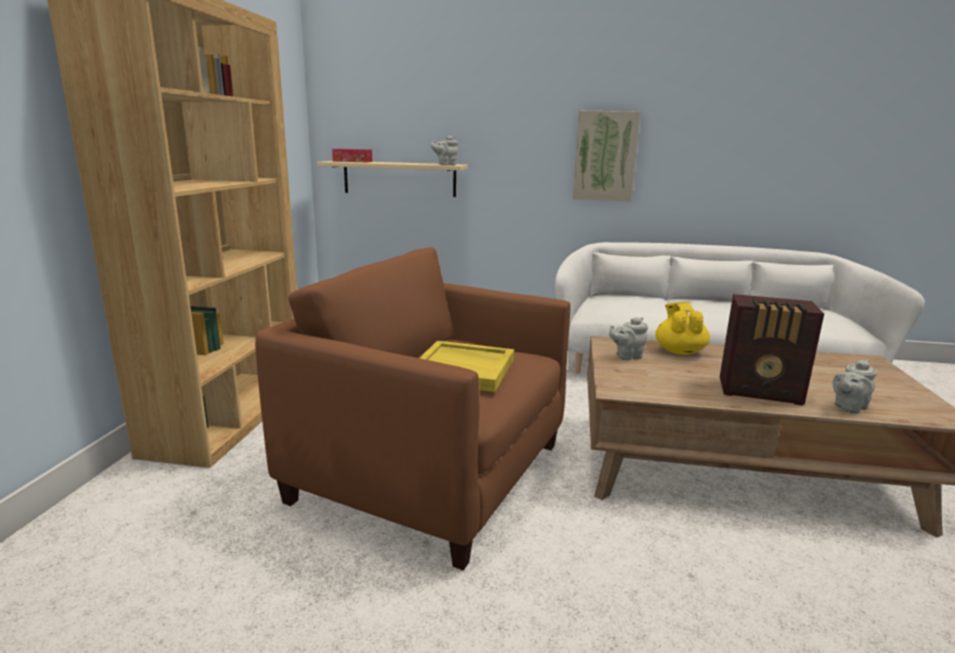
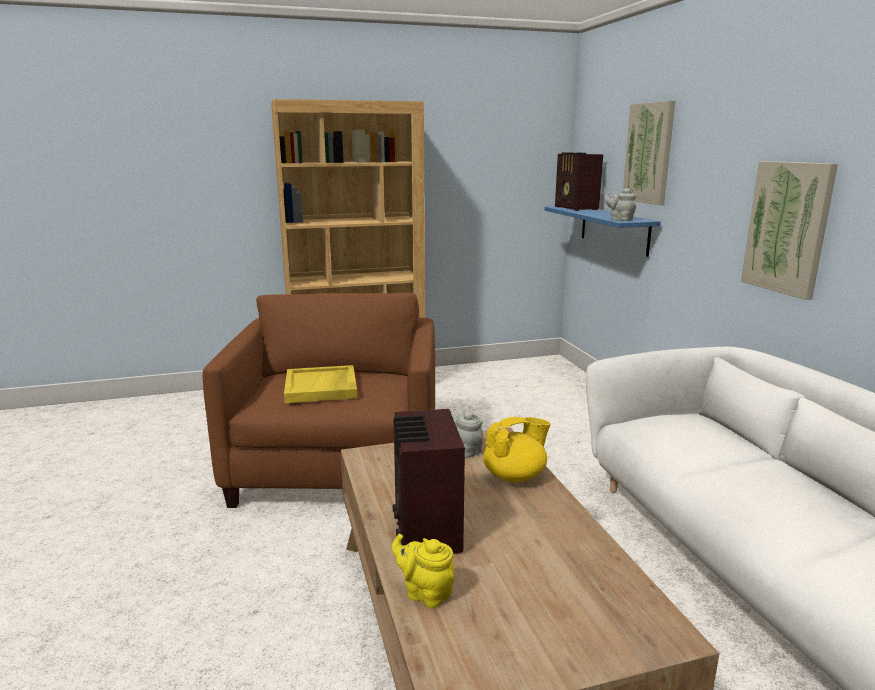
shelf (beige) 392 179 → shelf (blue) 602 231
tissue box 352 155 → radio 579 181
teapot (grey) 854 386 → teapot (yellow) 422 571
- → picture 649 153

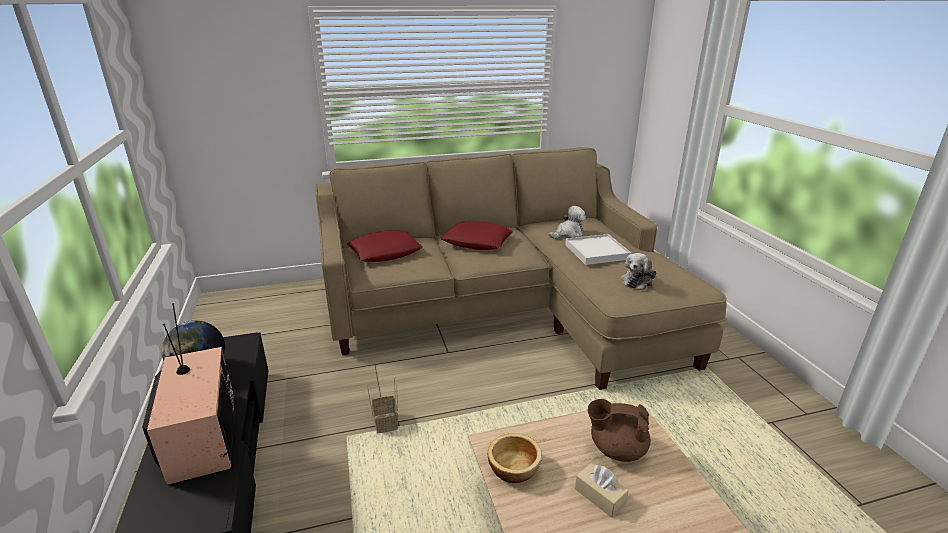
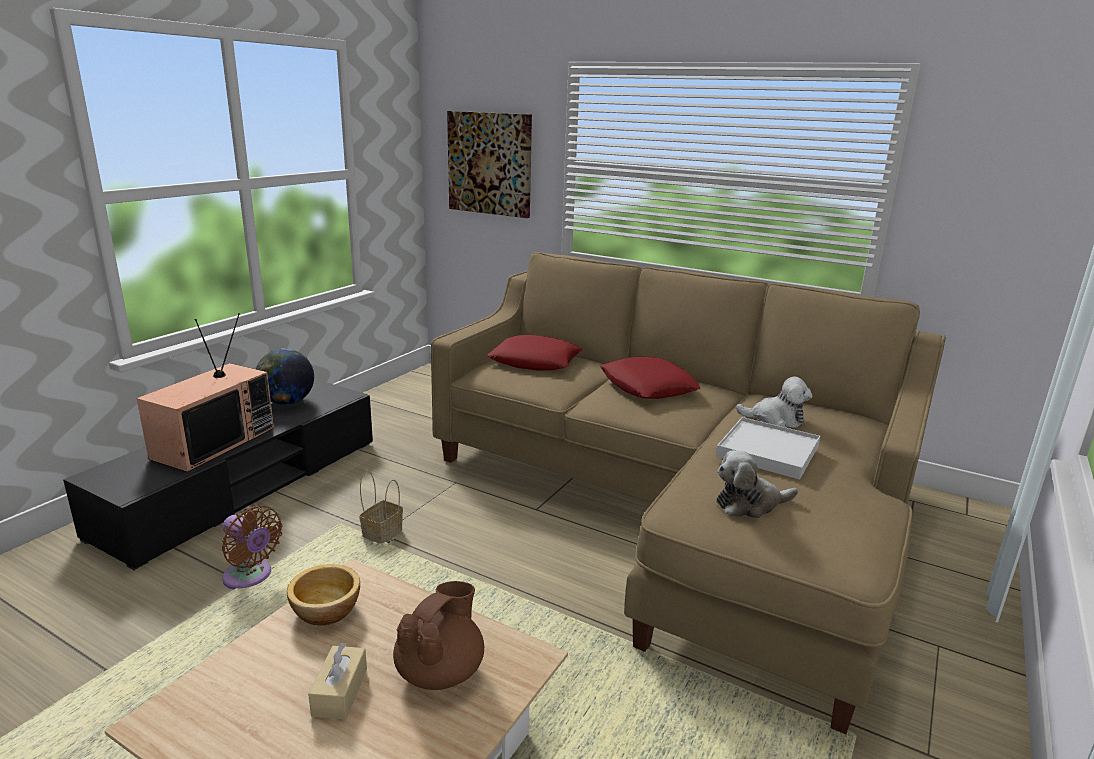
teapot (brown) 619 430 → teapot (brown) 438 635, 60 degrees clockwise
- → fan (brown) 252 547
- → picture 489 164

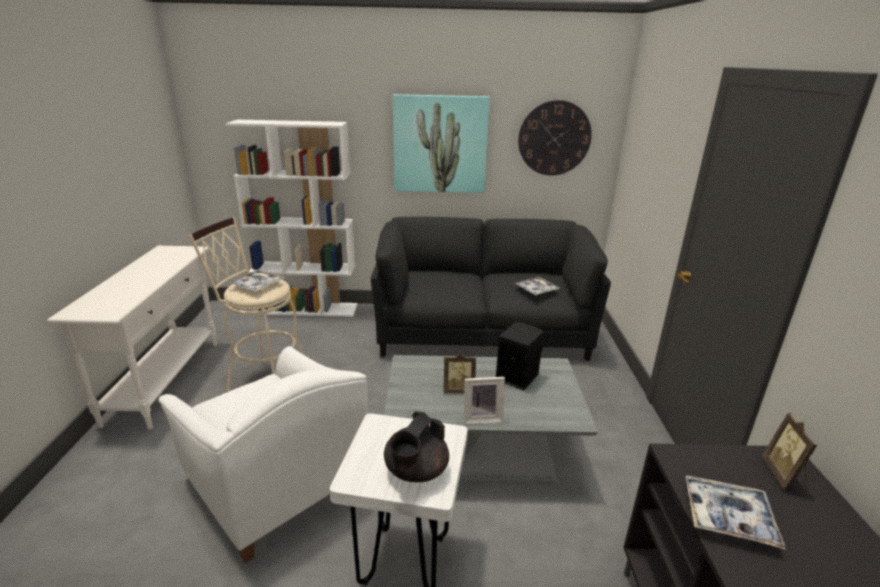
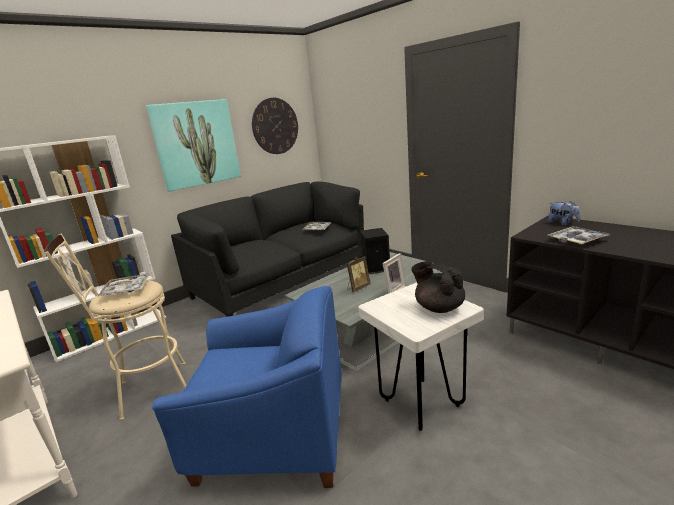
armchair (white) 263 454 → armchair (blue) 246 387
teapot (black) 416 446 → teapot (black) 438 287, 150 degrees clockwise
picture frame 789 451 → plush toy 564 213

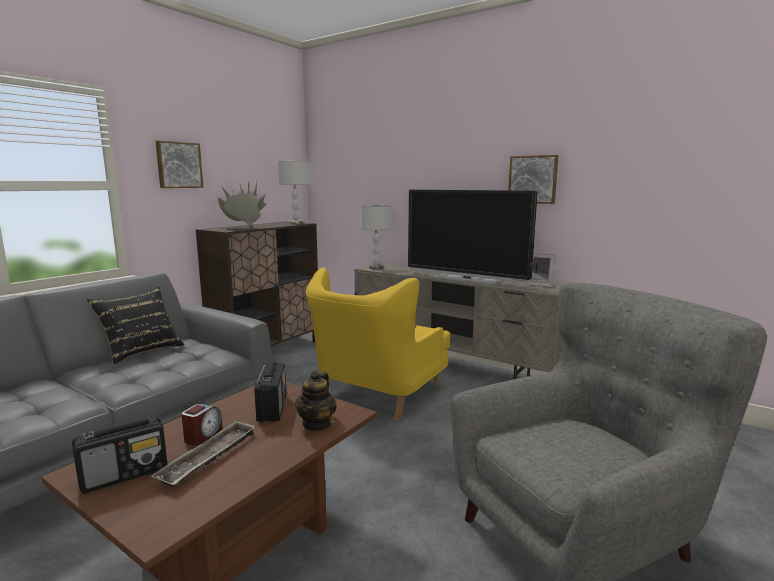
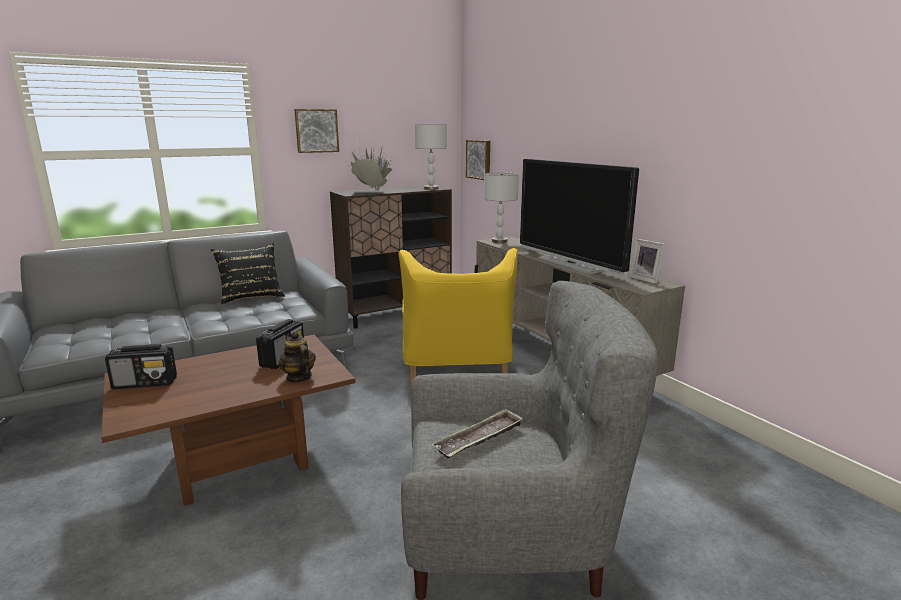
tray 203 454 → tray 477 433, moved
alarm clock 202 424 → -
teapot 316 401 → teapot 297 357, 105 degrees clockwise
armchair (yellow) 378 345 → armchair (yellow) 458 319, 60 degrees counterclockwise
picture 533 179 → picture 478 160, moved

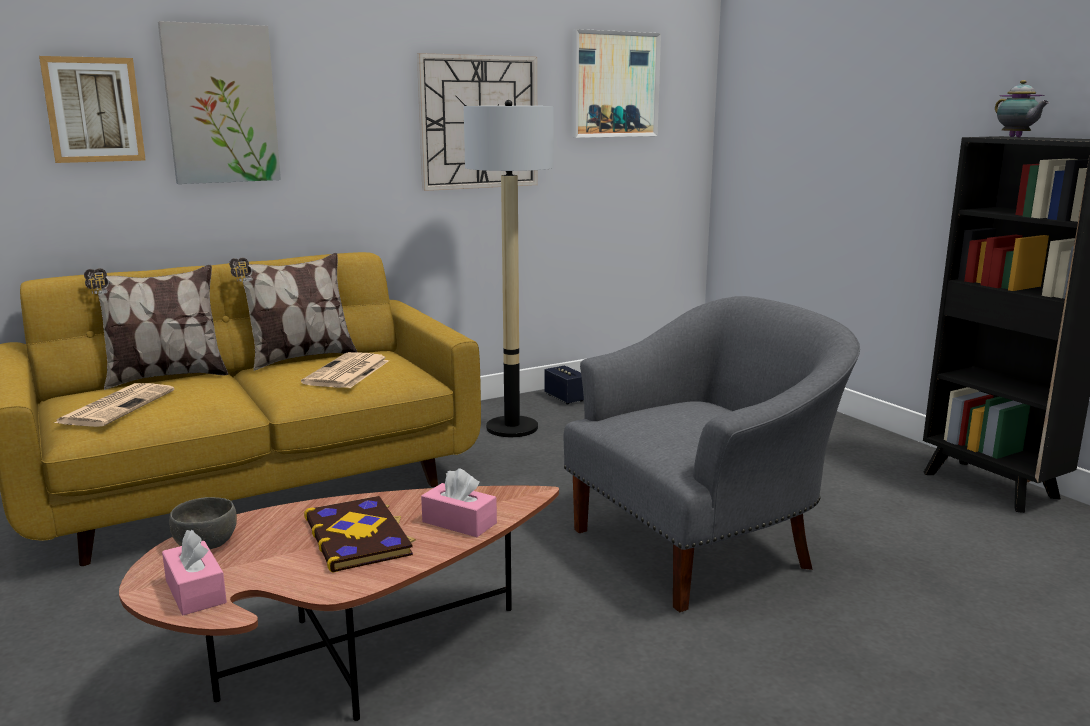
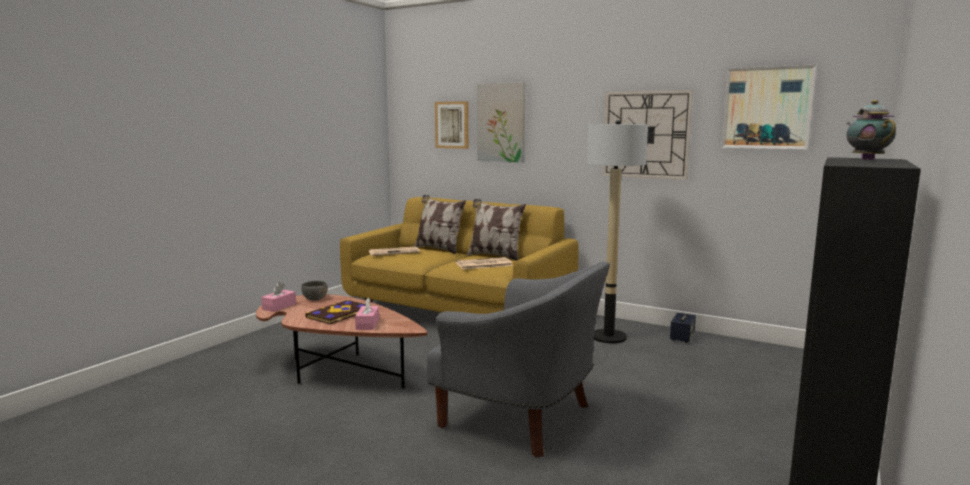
teapot 1022 108 → teapot 871 130, 135 degrees clockwise

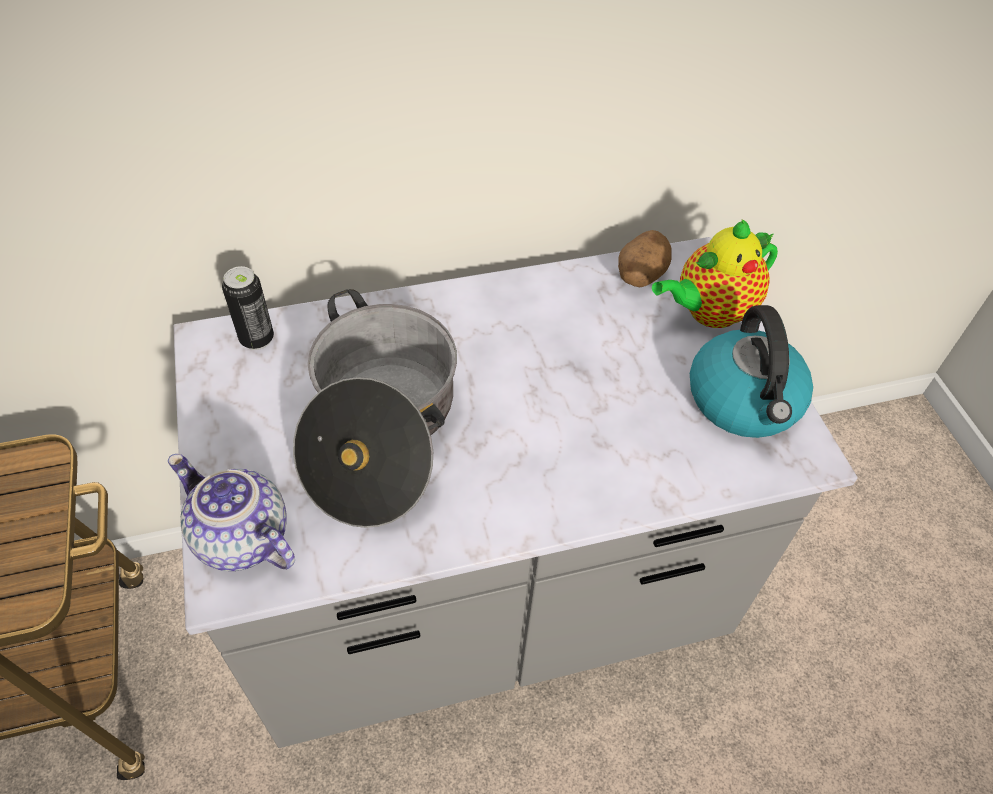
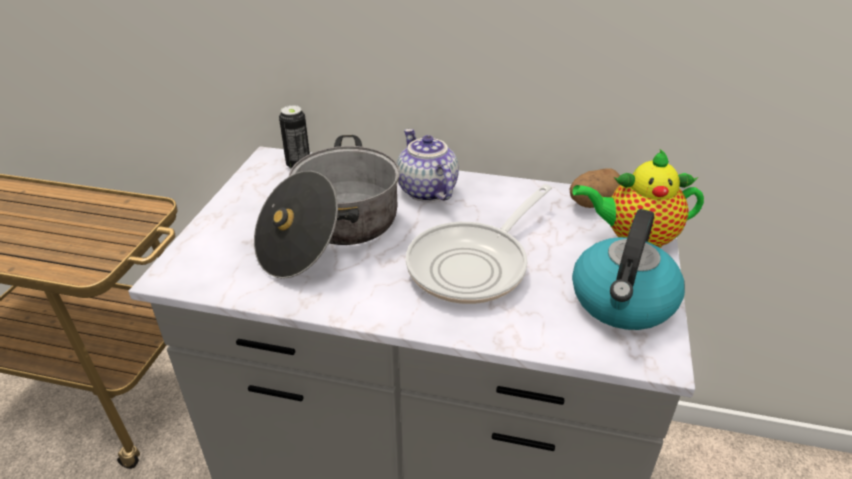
teapot 231 512 → teapot 428 165, moved
- → frying pan 479 244

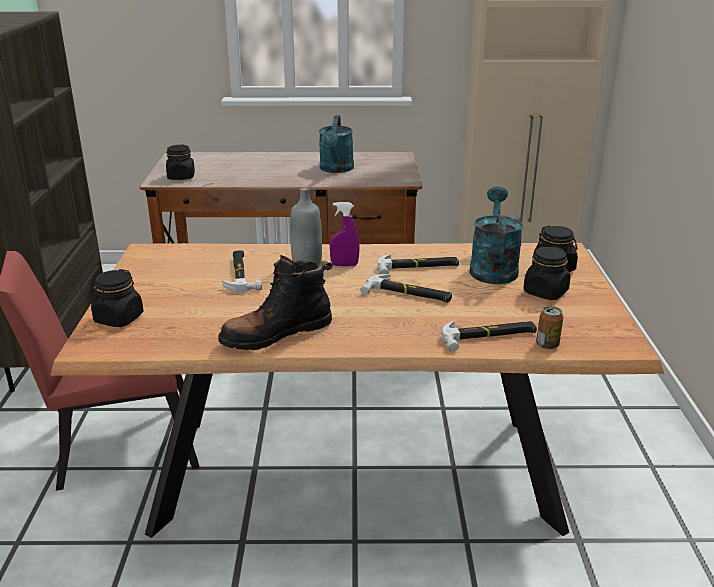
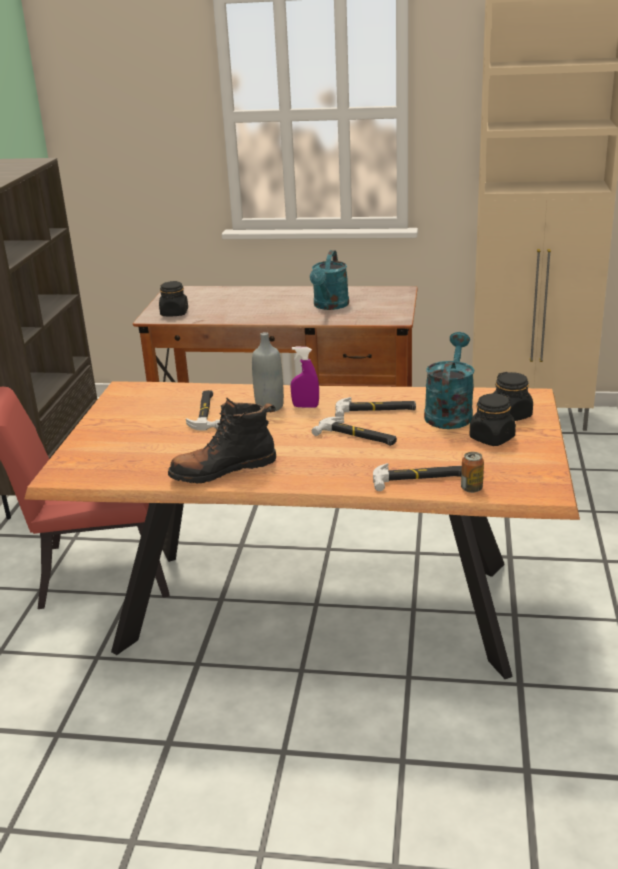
jar (black) 117 298 → -

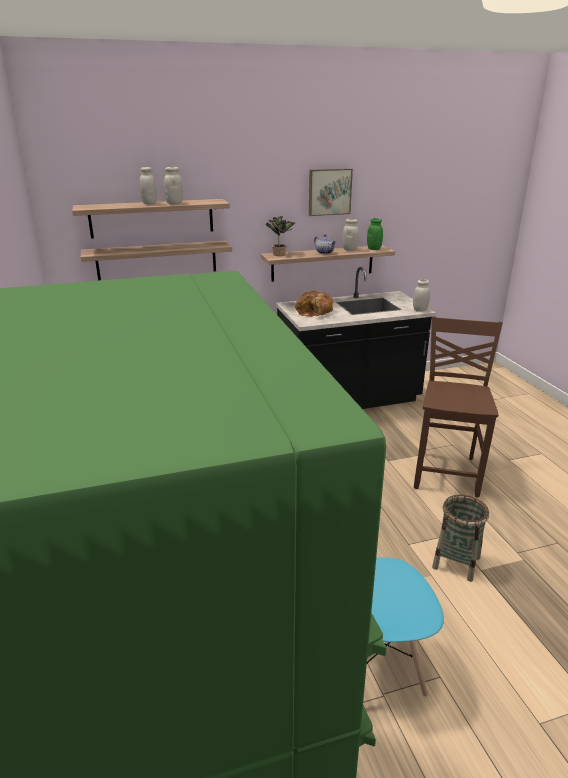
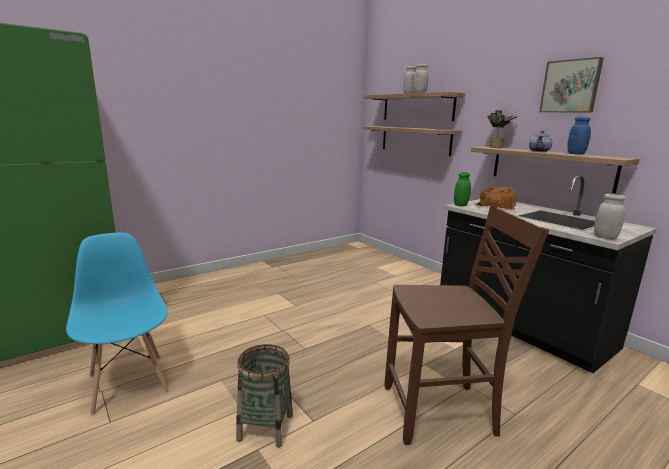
jar (white) 350 235 → jar (blue) 579 136
jar (green) 375 234 → jar (green) 462 189, moved

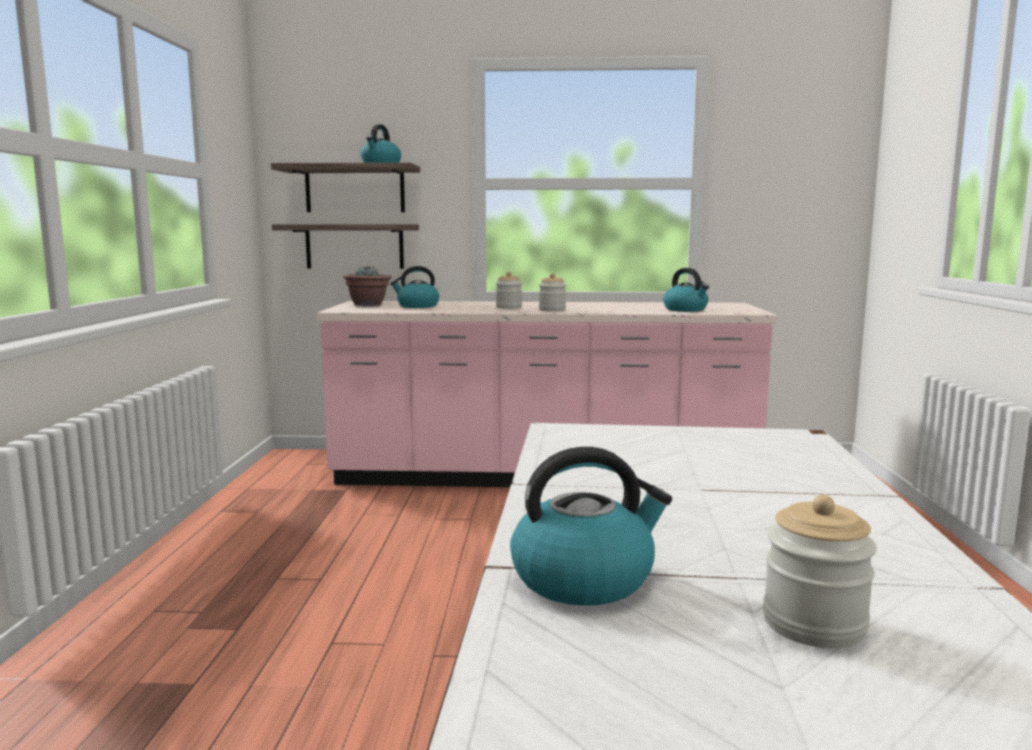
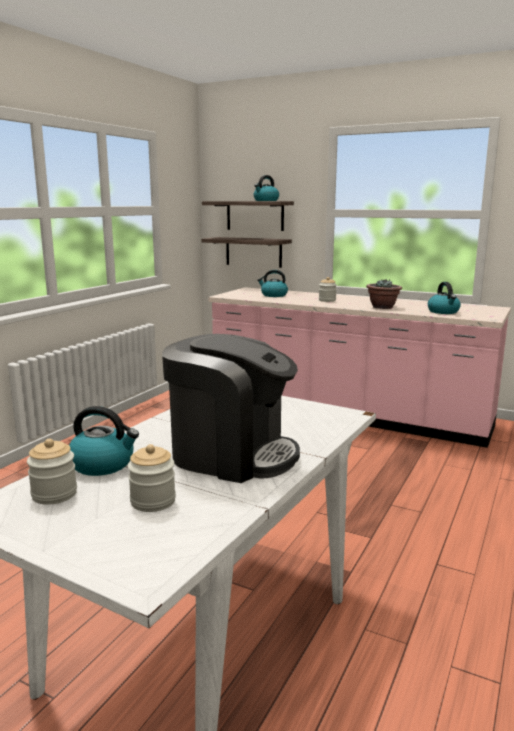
potted plant 367 286 → potted plant 384 294, moved
jar 552 292 → jar 52 472, moved
- → coffee machine 231 408

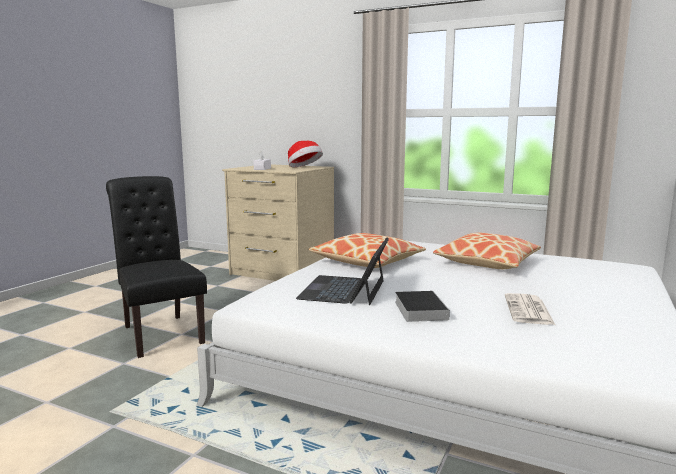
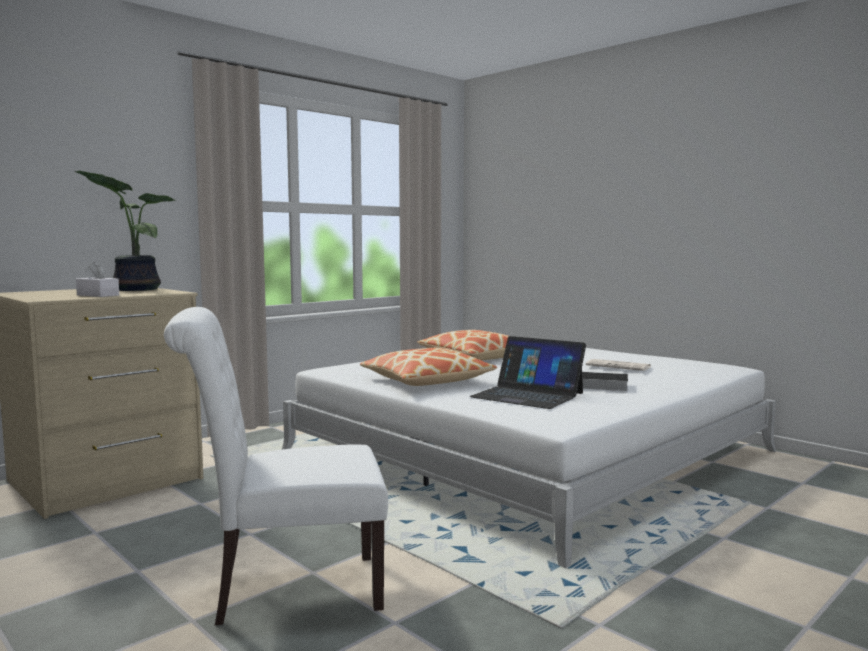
chair (black) 156 267 → chair (white) 276 466
hat 305 154 → potted plant 125 231

